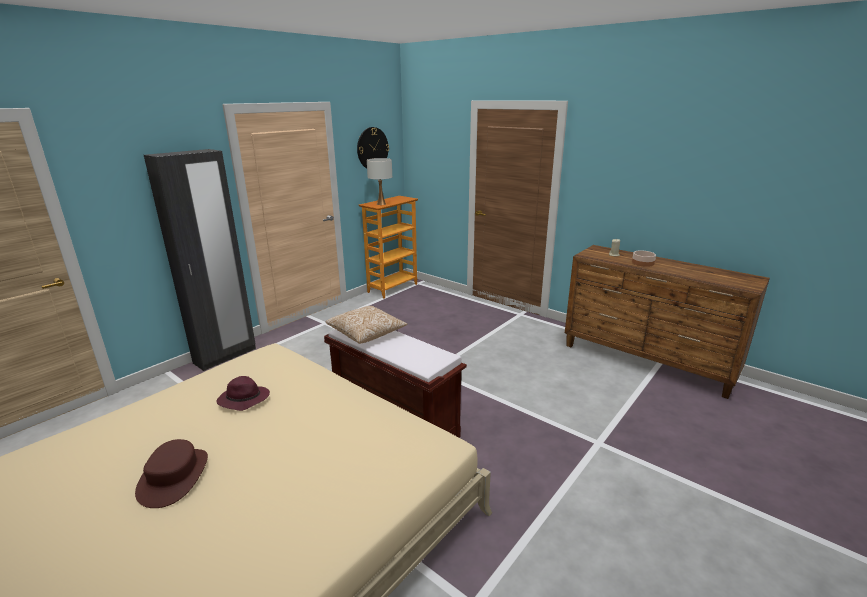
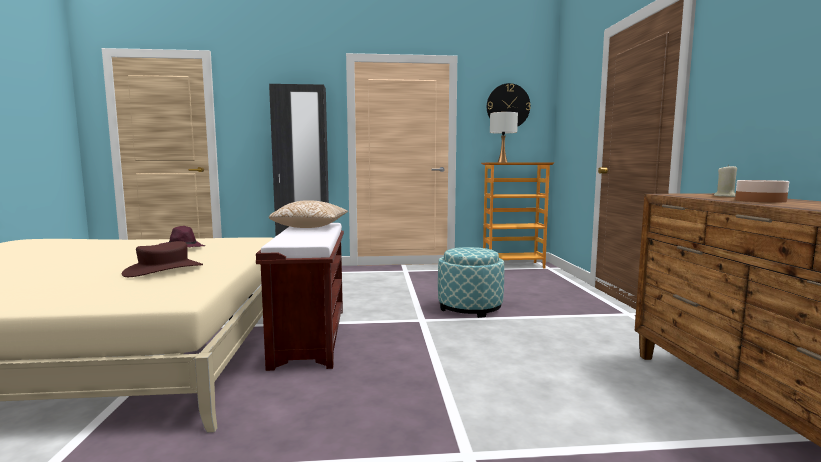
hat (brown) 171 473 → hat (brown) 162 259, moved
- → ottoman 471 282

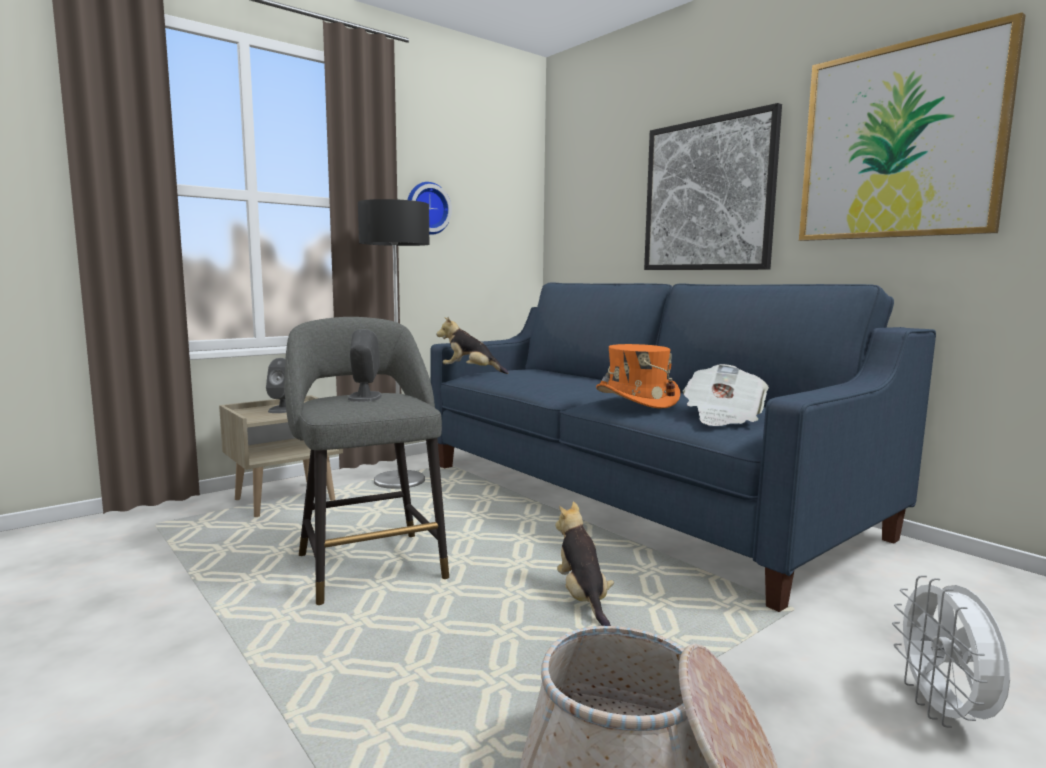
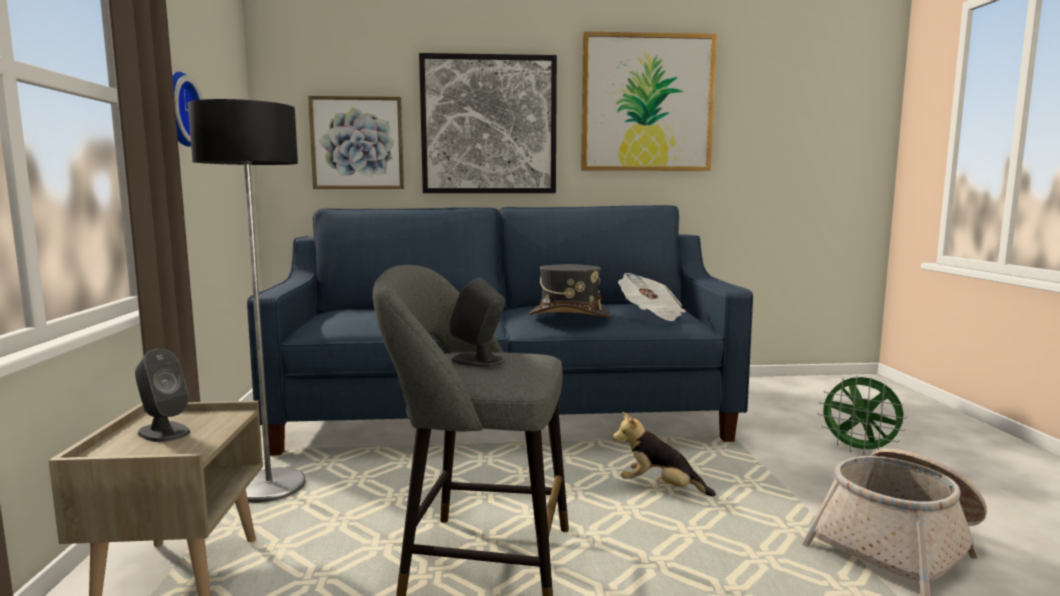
plush toy 473 345 → -
hat (orange) 638 376 → hat (grey) 570 290
fan (white) 951 651 → fan (green) 862 415
- → picture 356 142

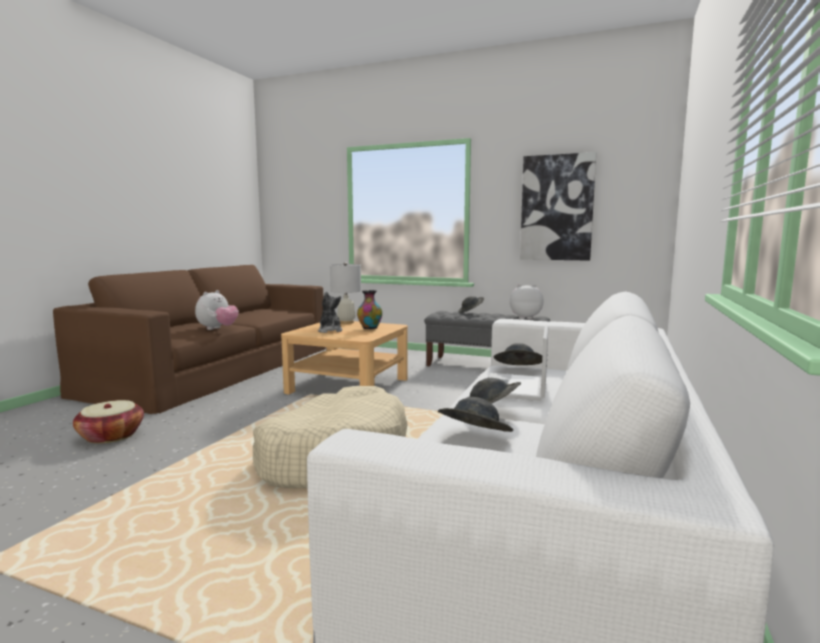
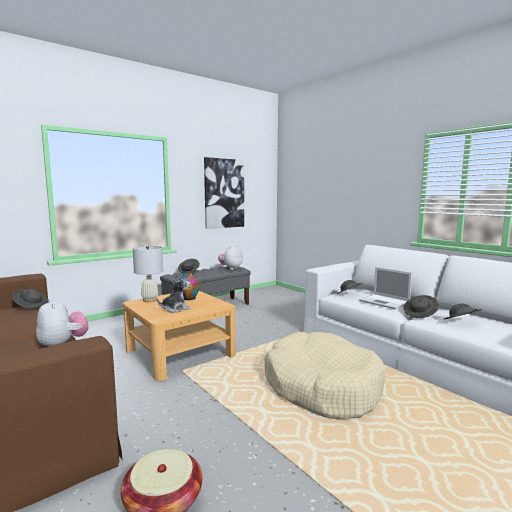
plush toy 330 312 → plush toy 173 293, 135 degrees clockwise
- → hat (grey) 30 299

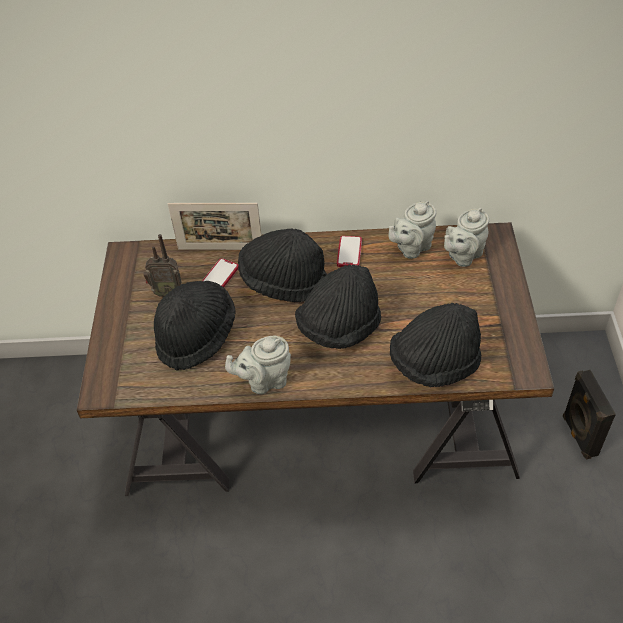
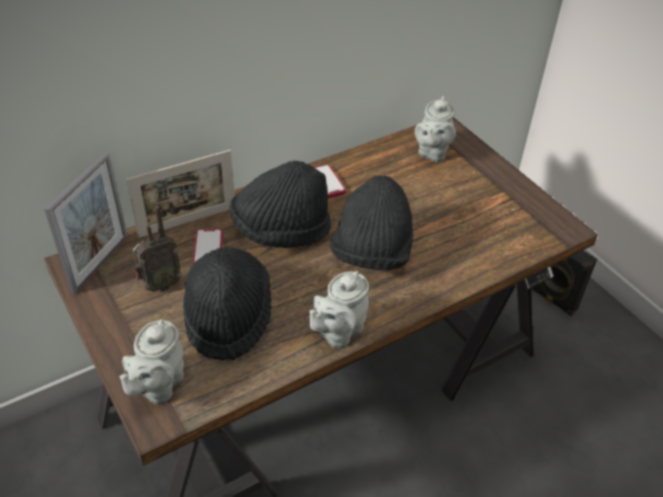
teapot (grey) 412 230 → teapot (grey) 152 361, moved
hat (black) 435 345 → -
- → picture frame 86 222

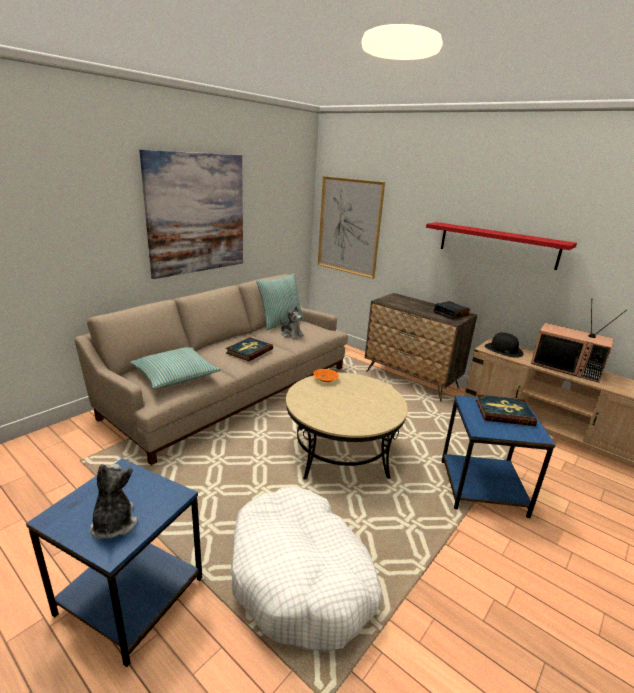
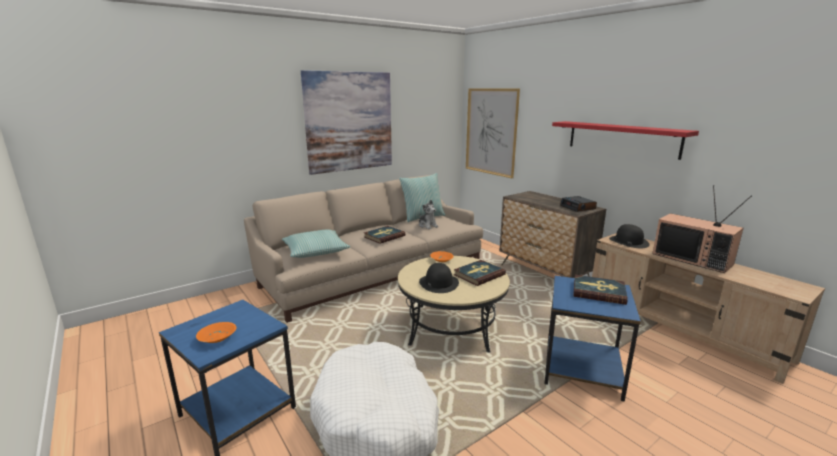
plush toy 114 501 → bowl (orange) 216 332
- → hat (black) 439 278
- → book 480 273

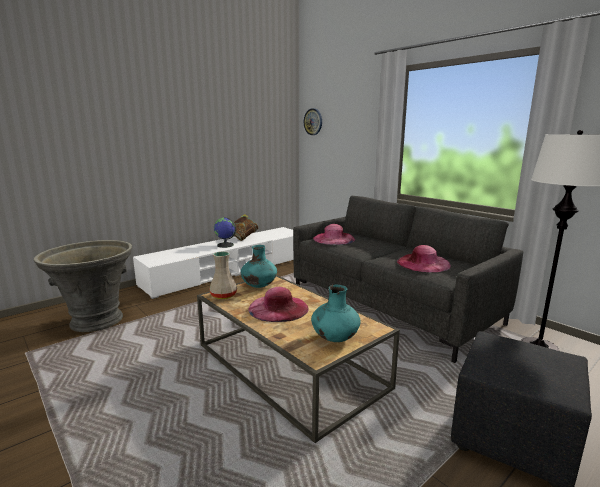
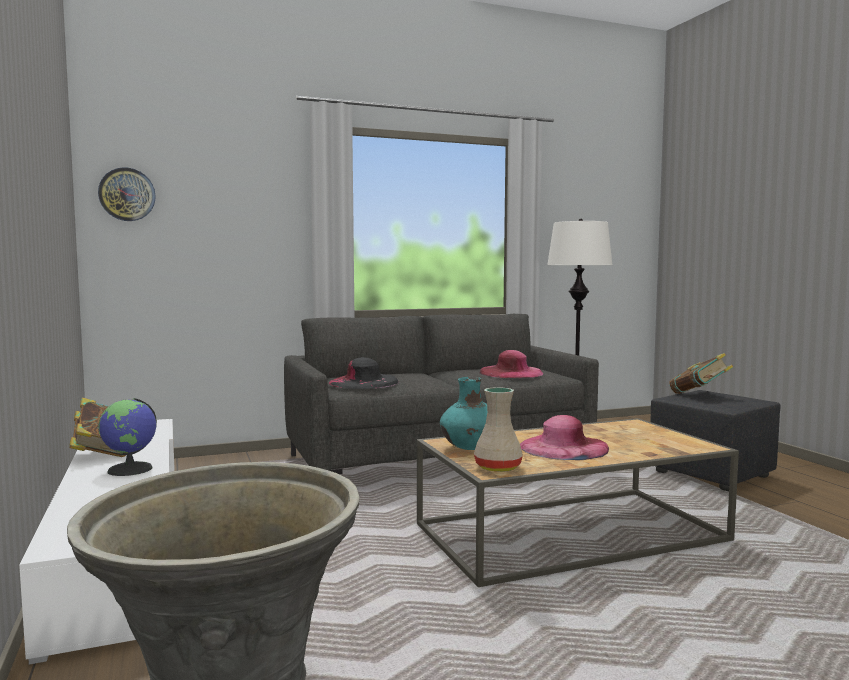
vase (turquoise) 336 313 → -
hat (pink) 334 234 → hat (black) 364 373
- → book 701 373

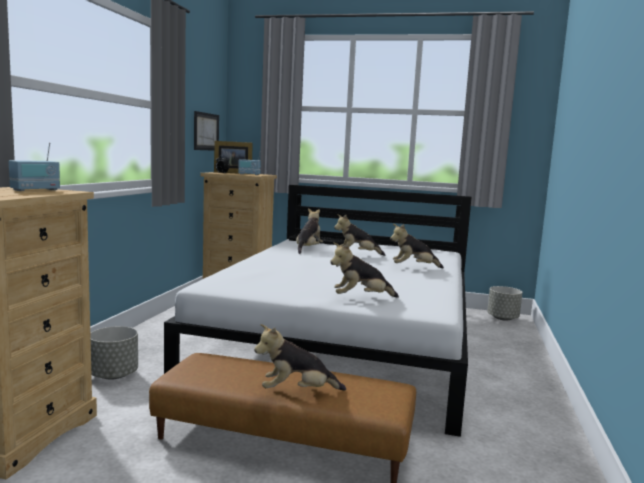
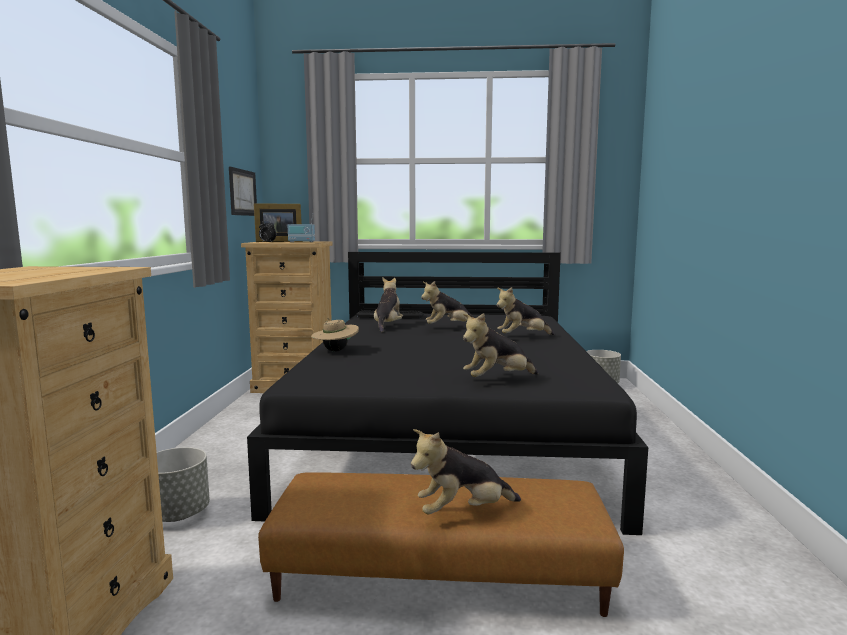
radio 34 167 → -
bed (white) 317 311 → bed (black) 447 393
- → hat (beige) 335 335

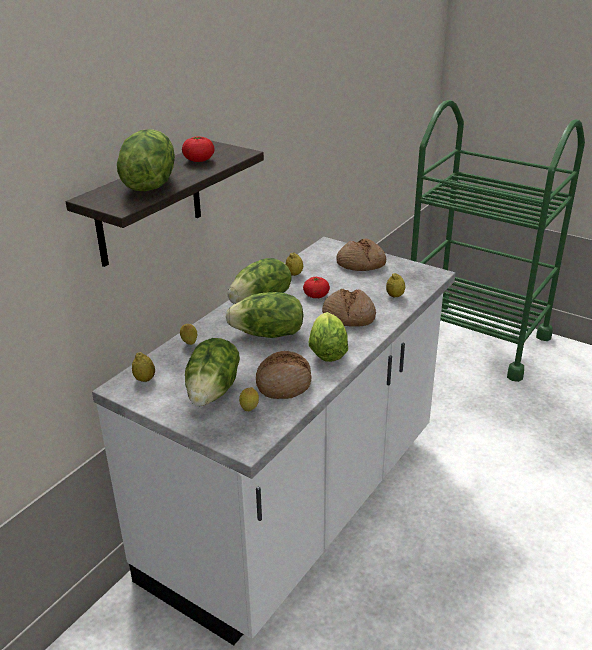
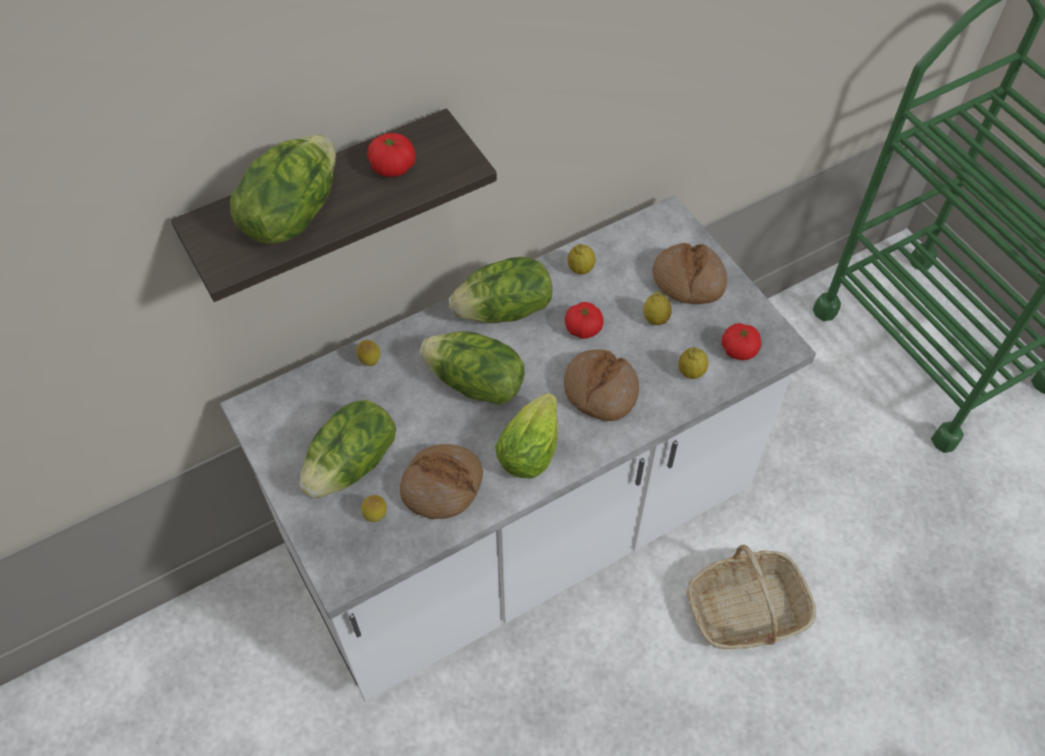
lemon 143 367 → lemon 657 308, moved
- → basket 751 597
- → tomato 741 341

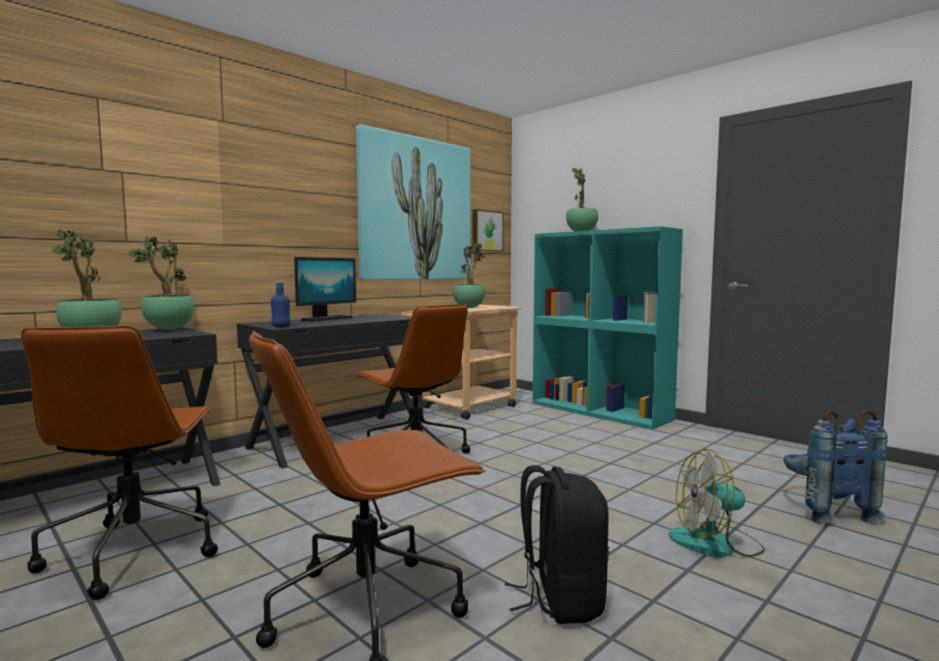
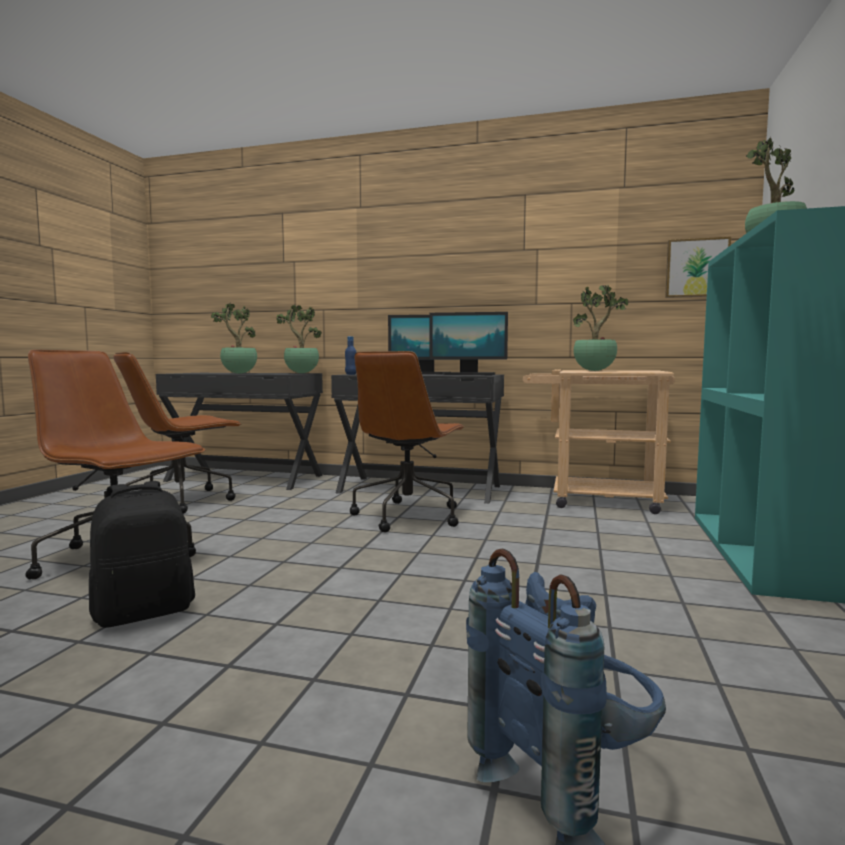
picture 413 202 → -
fan 717 503 → -
- → monitor 469 343

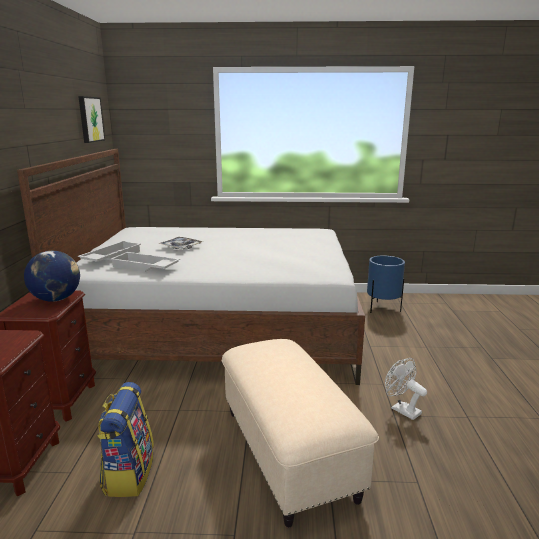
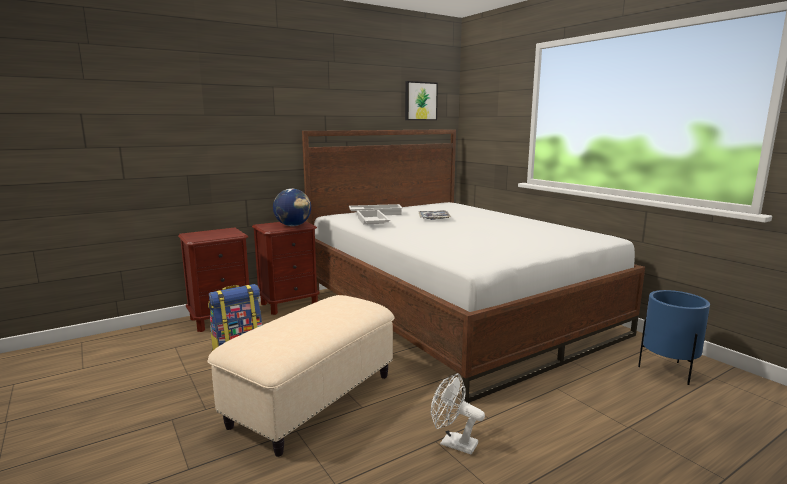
fan (white) 406 389 → fan (white) 458 414, 75 degrees counterclockwise

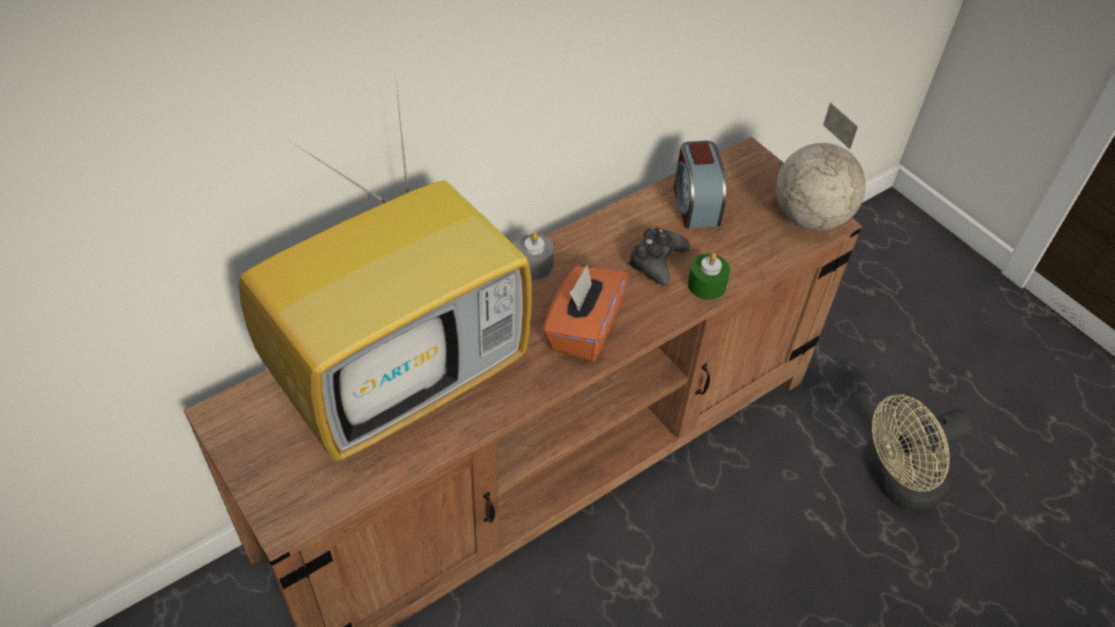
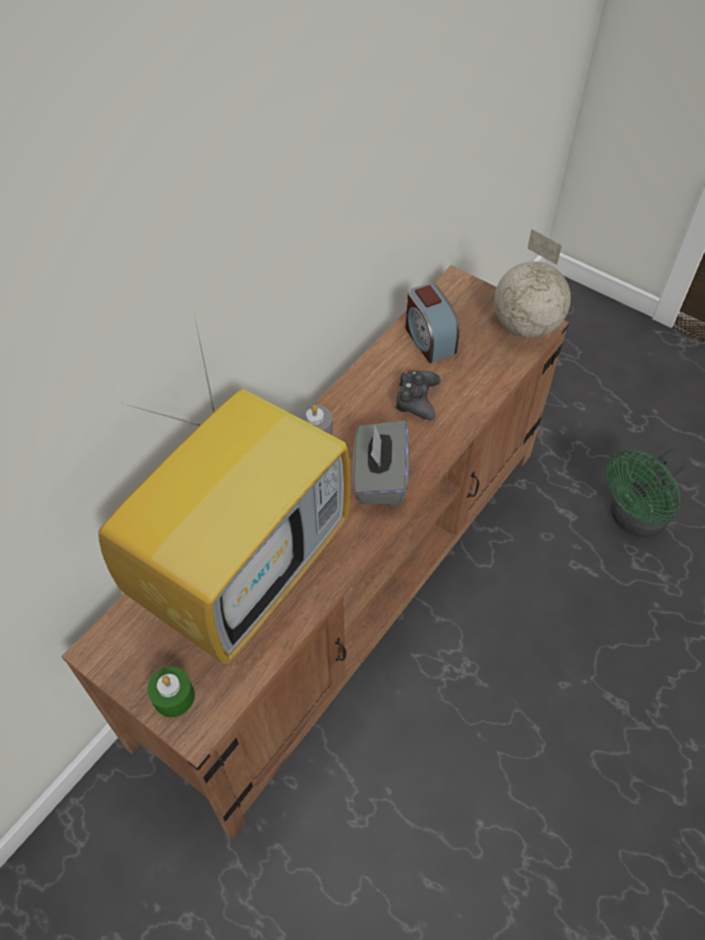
tissue box (orange) 585 313 → tissue box (grey) 381 462
candle (green) 709 276 → candle (green) 171 691, moved
fan (beige) 922 453 → fan (green) 646 493

